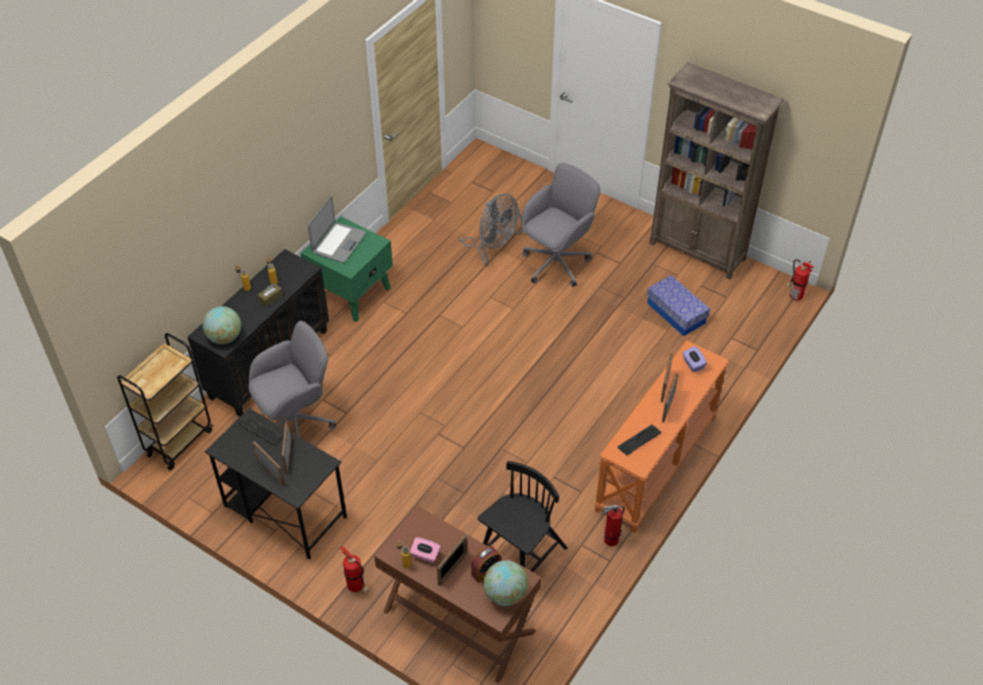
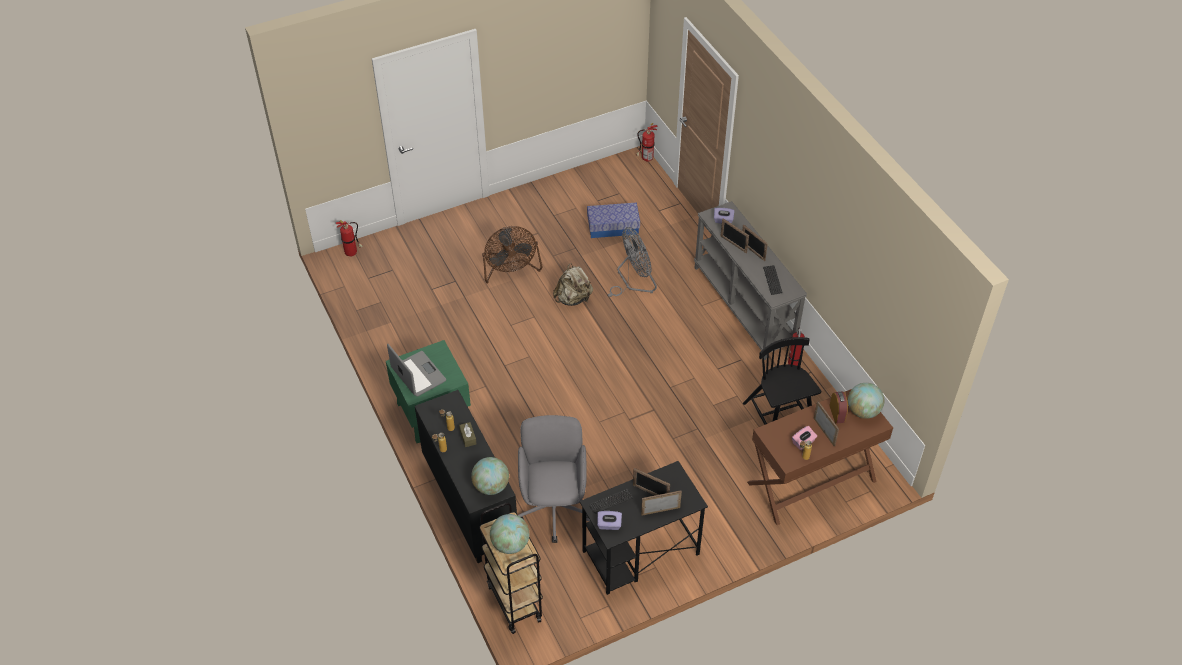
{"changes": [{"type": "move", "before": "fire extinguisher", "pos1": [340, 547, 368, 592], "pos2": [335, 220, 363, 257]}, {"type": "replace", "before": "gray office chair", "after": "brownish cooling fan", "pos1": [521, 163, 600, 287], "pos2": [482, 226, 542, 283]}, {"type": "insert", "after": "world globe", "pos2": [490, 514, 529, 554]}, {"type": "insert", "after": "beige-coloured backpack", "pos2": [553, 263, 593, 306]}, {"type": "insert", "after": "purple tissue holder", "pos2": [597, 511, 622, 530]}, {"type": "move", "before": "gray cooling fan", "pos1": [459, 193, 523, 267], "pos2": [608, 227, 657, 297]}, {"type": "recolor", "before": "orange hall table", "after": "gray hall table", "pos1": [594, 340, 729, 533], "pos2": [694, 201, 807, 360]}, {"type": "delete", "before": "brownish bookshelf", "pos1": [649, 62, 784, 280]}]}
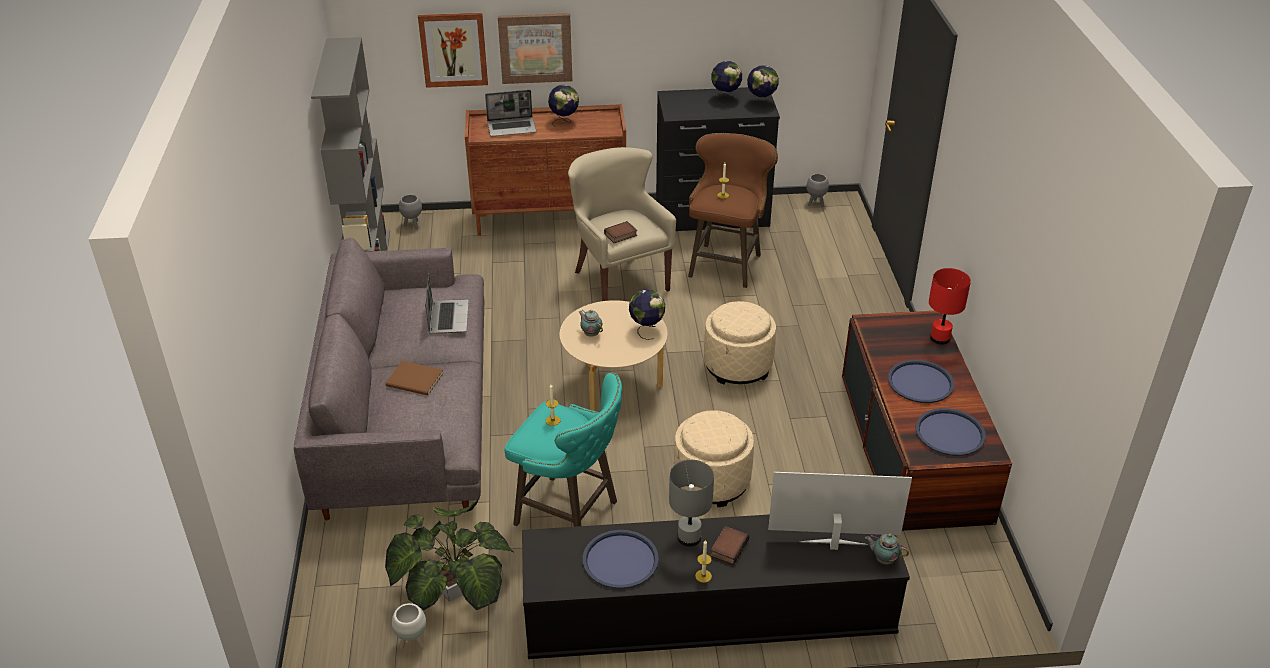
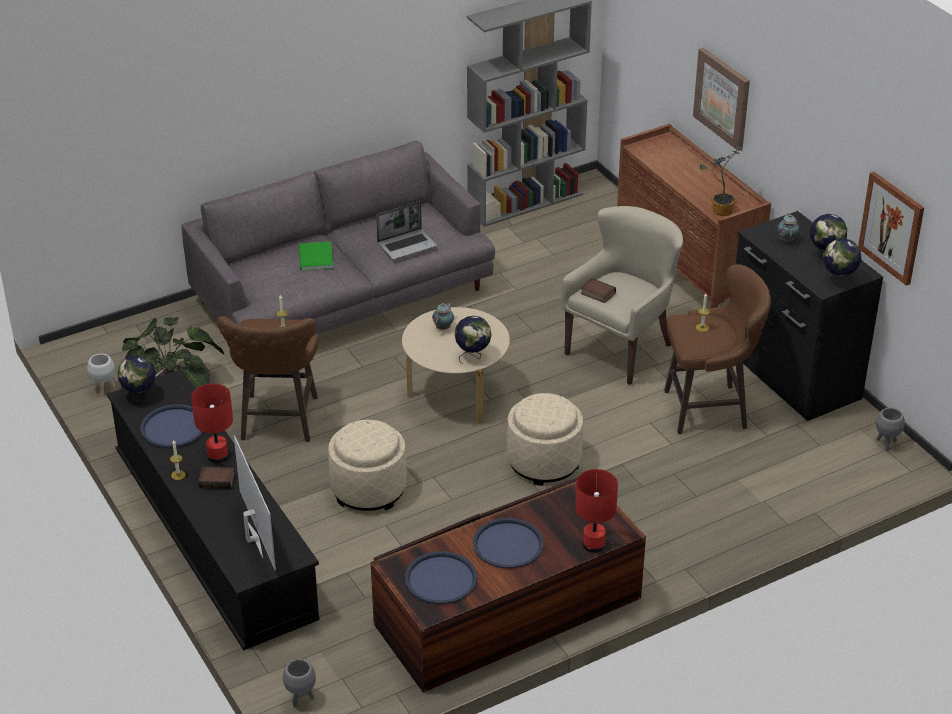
{"changes": [{"type": "move", "before": "world globe", "pos1": [548, 85, 579, 126], "pos2": [117, 355, 156, 401]}, {"type": "recolor", "before": "gray table lamp", "after": "red-coloured table lamp", "pos1": [669, 460, 714, 547], "pos2": [191, 384, 233, 463]}, {"type": "recolor", "before": "blue-green stool seat", "after": "brownish stool seat", "pos1": [505, 372, 622, 527], "pos2": [217, 316, 318, 442]}, {"type": "move", "before": "gray plant pot", "pos1": [399, 194, 422, 229], "pos2": [283, 659, 316, 708]}, {"type": "recolor", "before": "brownish volume", "after": "green volume", "pos1": [385, 361, 444, 395], "pos2": [299, 242, 333, 271]}, {"type": "insert", "after": "houseplant", "pos2": [700, 146, 743, 216]}, {"type": "move", "before": "pot for tea", "pos1": [865, 533, 909, 564], "pos2": [777, 213, 799, 242]}, {"type": "move", "before": "wall art", "pos1": [418, 13, 488, 88], "pos2": [858, 172, 924, 286]}, {"type": "delete", "before": "portable computer", "pos1": [485, 90, 536, 136]}]}
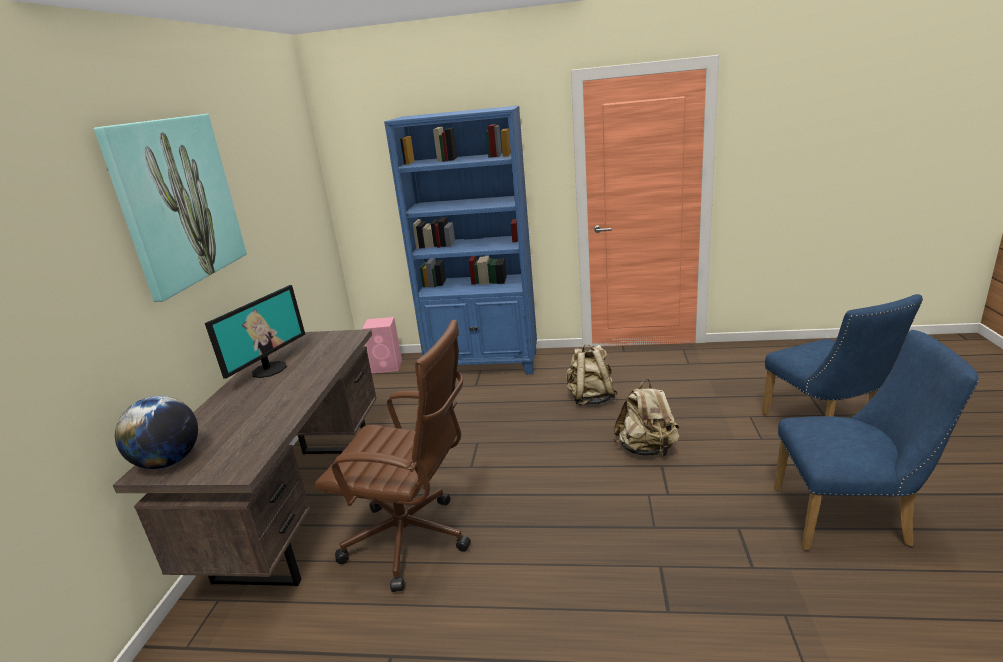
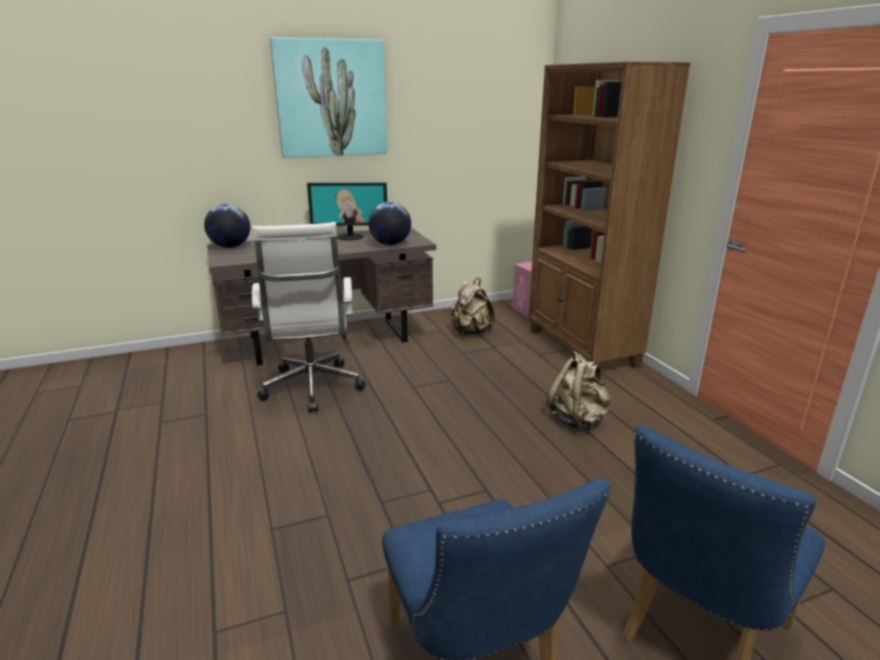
{"changes": [{"type": "recolor", "before": "brownish office chair", "after": "white office chair", "pos1": [315, 320, 471, 592], "pos2": [252, 222, 366, 413]}, {"type": "insert", "after": "world globe", "pos2": [368, 202, 411, 245]}, {"type": "move", "before": "beige-coloured backpack", "pos1": [614, 379, 679, 457], "pos2": [450, 278, 495, 335]}, {"type": "recolor", "before": "blue-coloured bookshelf", "after": "brownish bookshelf", "pos1": [384, 106, 537, 374], "pos2": [529, 62, 691, 369]}]}
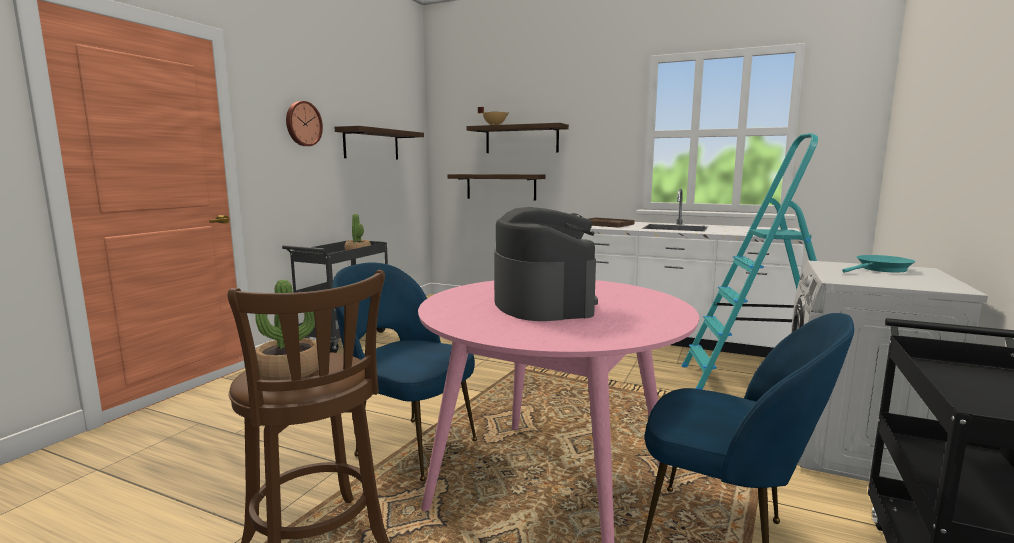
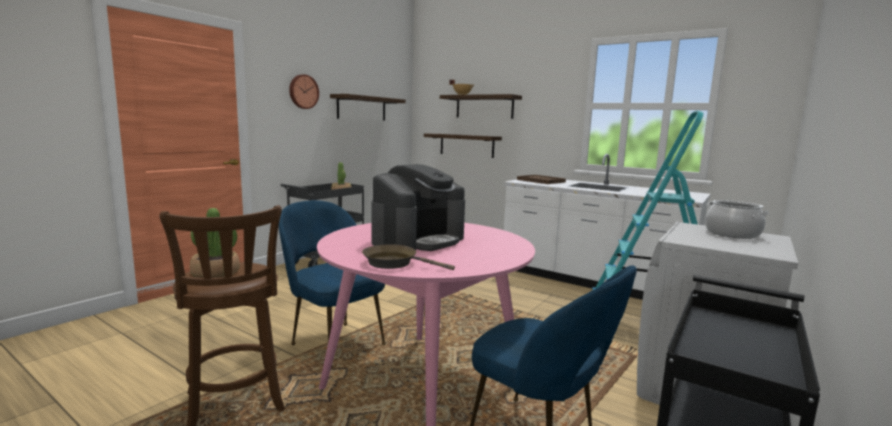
{"changes": [{"type": "insert", "after": "brownish pan", "pos2": [362, 244, 455, 270]}, {"type": "rotate", "before": "coffee brewer", "pos1": [494, 207, 598, 321], "pos2": [371, 164, 465, 251], "turn": 45}, {"type": "replace", "before": "blue-green pan", "after": "saucepot", "pos1": [842, 255, 916, 273], "pos2": [705, 200, 769, 239]}]}
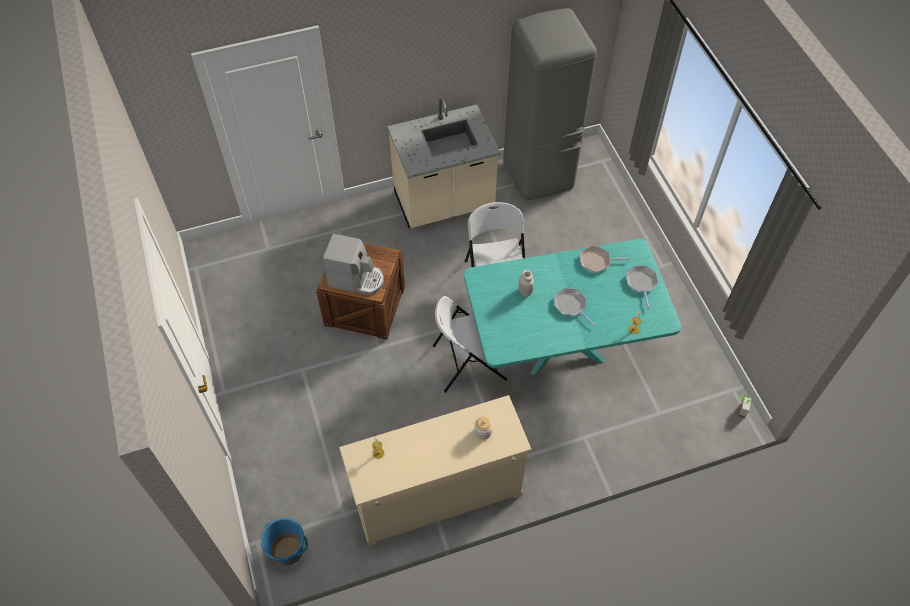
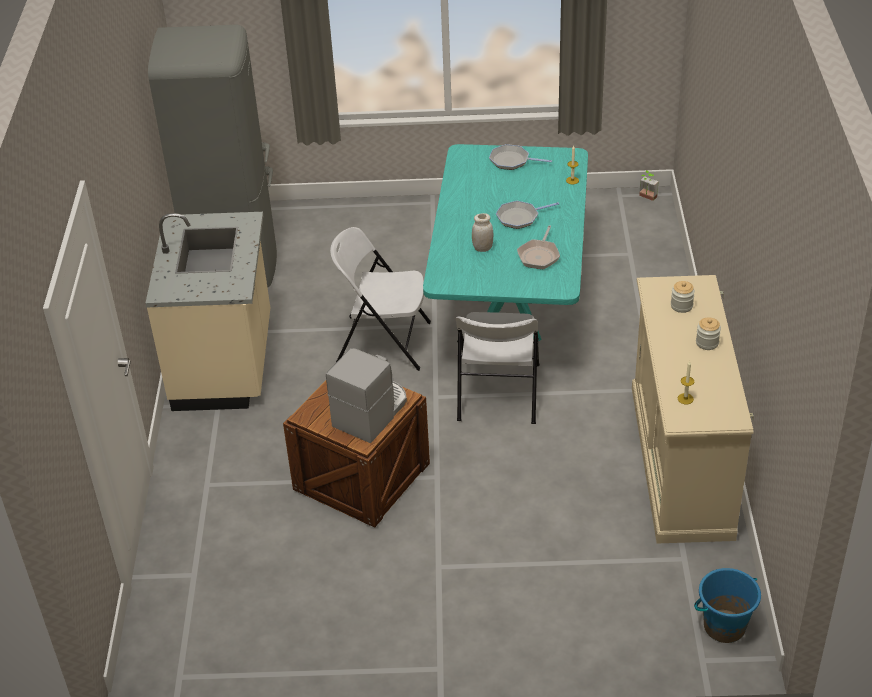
{"changes": [{"type": "move", "before": "pan", "pos1": [580, 245, 630, 273], "pos2": [517, 225, 560, 269]}, {"type": "insert", "after": "jar", "pos2": [696, 317, 721, 350]}]}
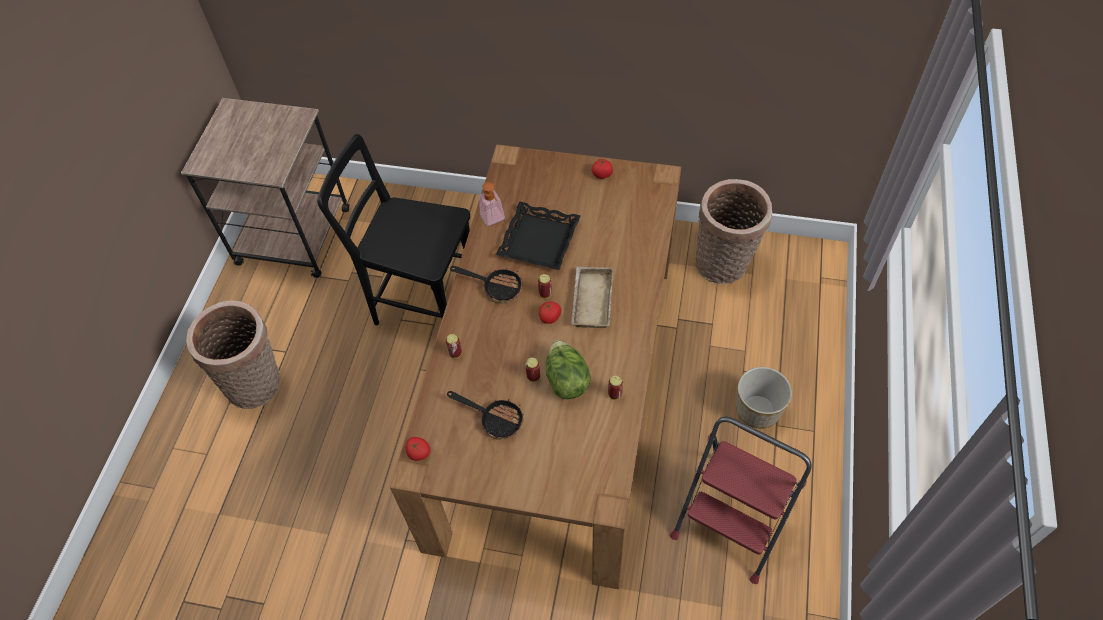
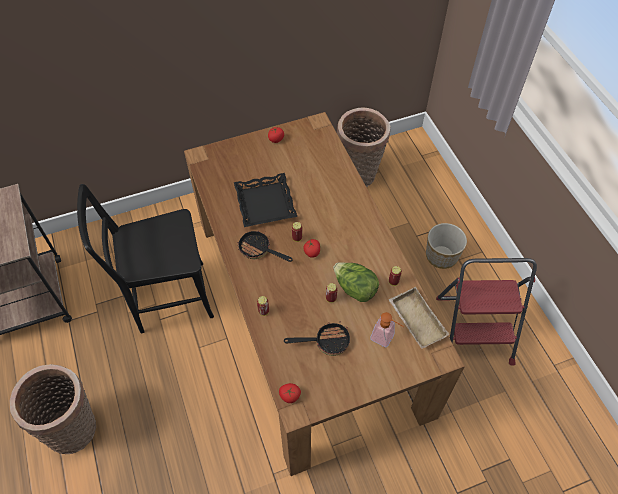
{"changes": [{"type": "rotate", "before": "pan", "pos1": [450, 266, 522, 303], "pos2": [237, 231, 293, 262], "turn": -135}, {"type": "move", "before": "soap bottle", "pos1": [479, 182, 505, 226], "pos2": [370, 312, 404, 347]}, {"type": "move", "before": "beige-coloured carrying tray", "pos1": [571, 267, 613, 328], "pos2": [389, 287, 450, 349]}]}
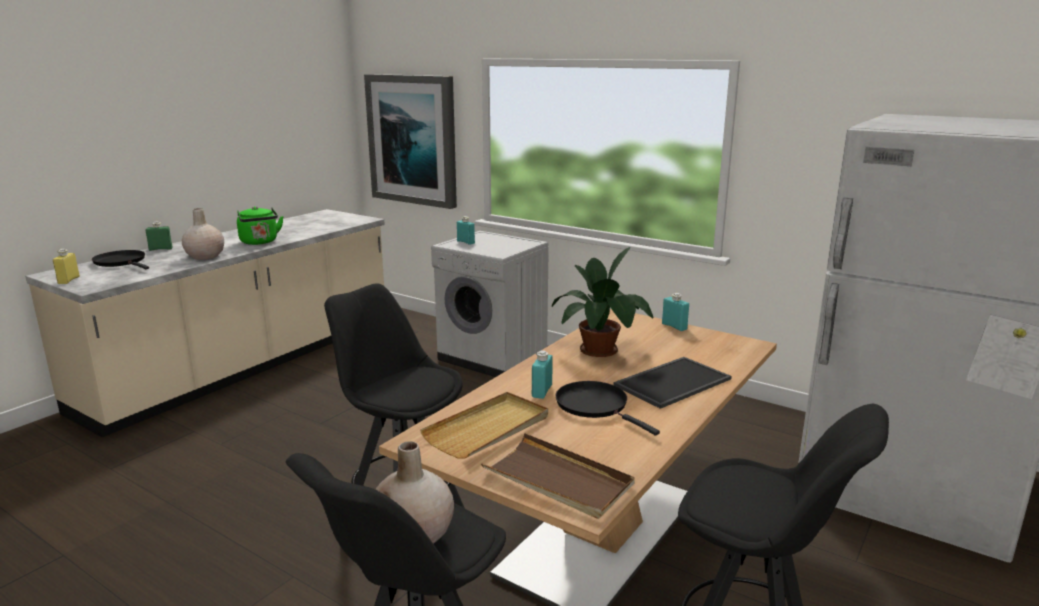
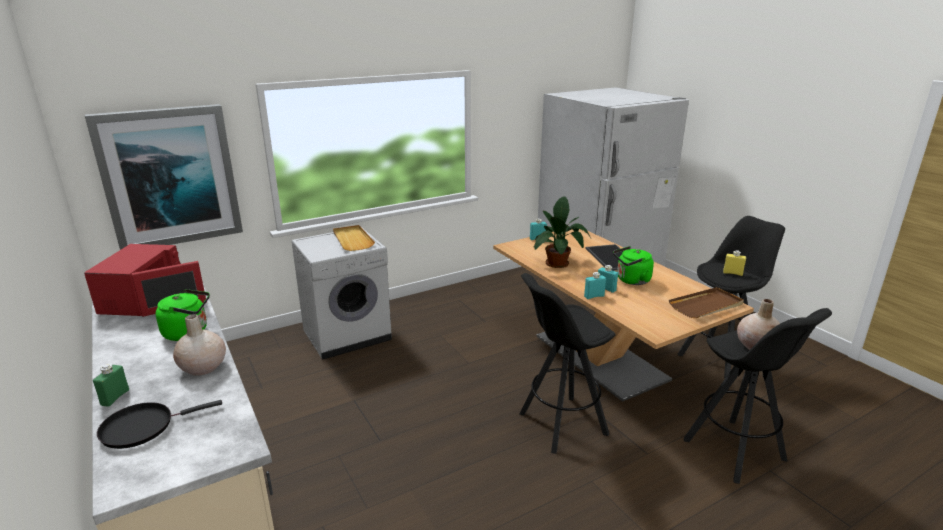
{"changes": [{"type": "insert", "after": "red-coloured kitchen microwave", "pos2": [84, 244, 207, 317]}, {"type": "move", "before": "beige-coloured carrying tray", "pos1": [420, 392, 548, 459], "pos2": [333, 225, 375, 251]}, {"type": "move", "before": "blue-green bottle", "pos1": [457, 216, 475, 245], "pos2": [584, 272, 606, 299]}, {"type": "replace", "before": "blackish pan", "after": "green kettle", "pos1": [555, 381, 660, 436], "pos2": [613, 246, 654, 285]}, {"type": "move", "before": "yellow bottle", "pos1": [53, 249, 80, 284], "pos2": [723, 250, 746, 276]}]}
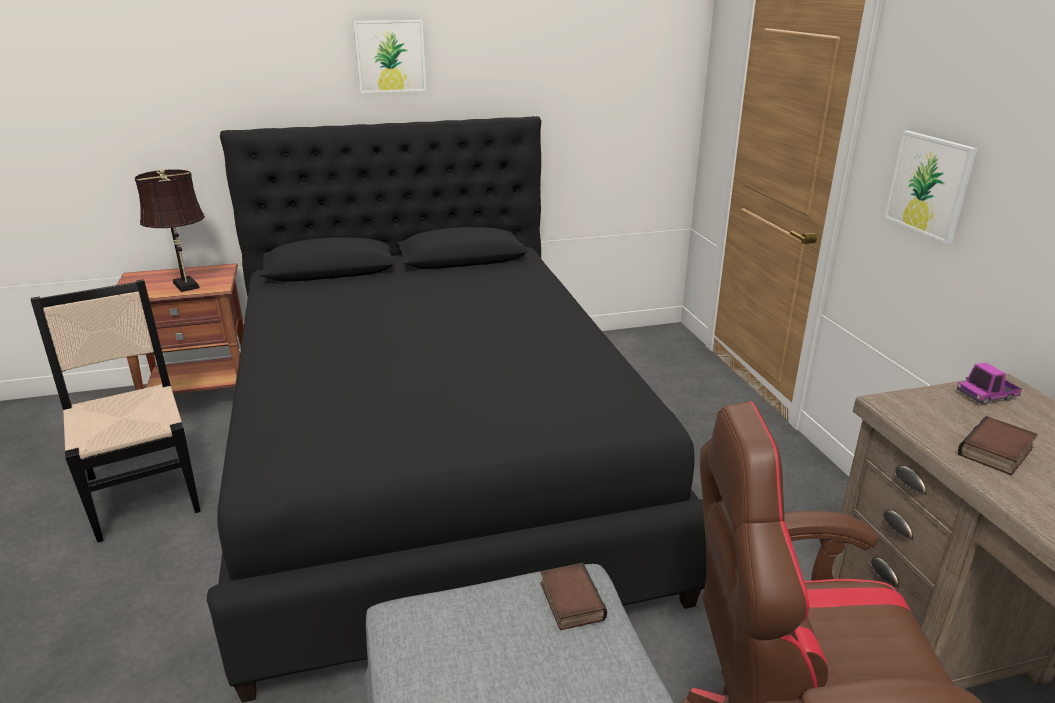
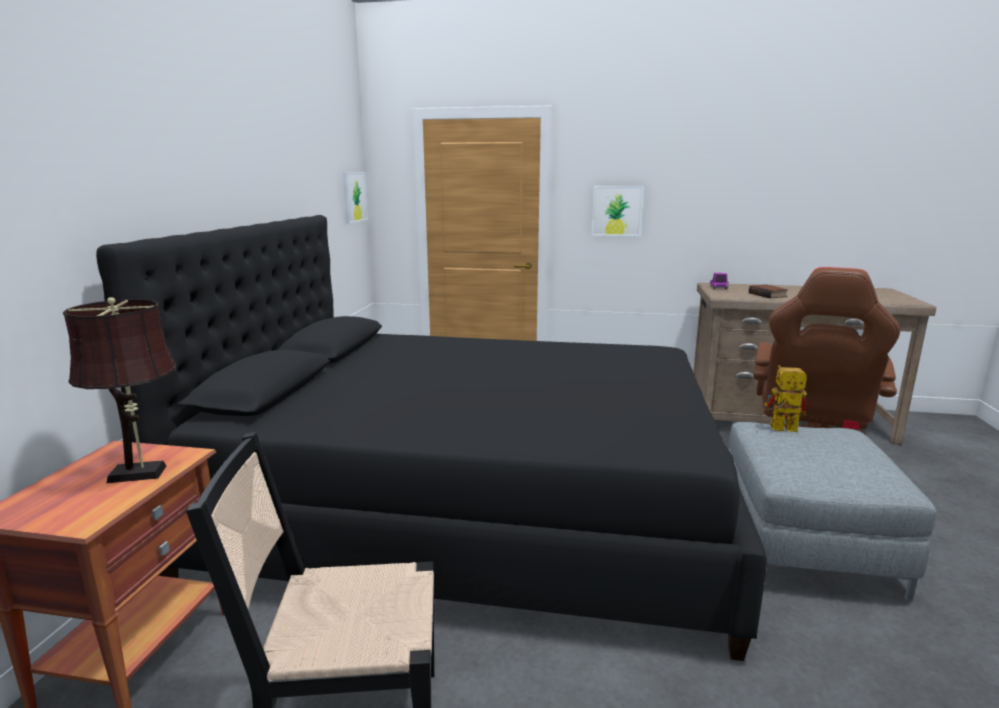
{"changes": [{"type": "move", "before": "wall art", "pos1": [353, 20, 427, 93], "pos2": [343, 172, 368, 223]}, {"type": "replace", "before": "volume", "after": "model robot", "pos1": [540, 563, 607, 630], "pos2": [762, 365, 807, 432]}]}
